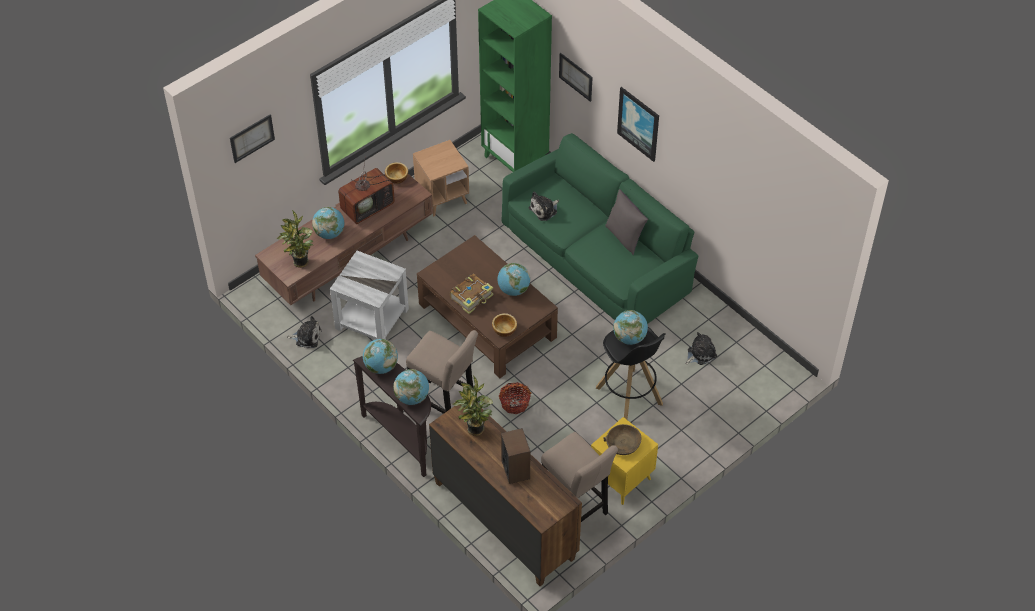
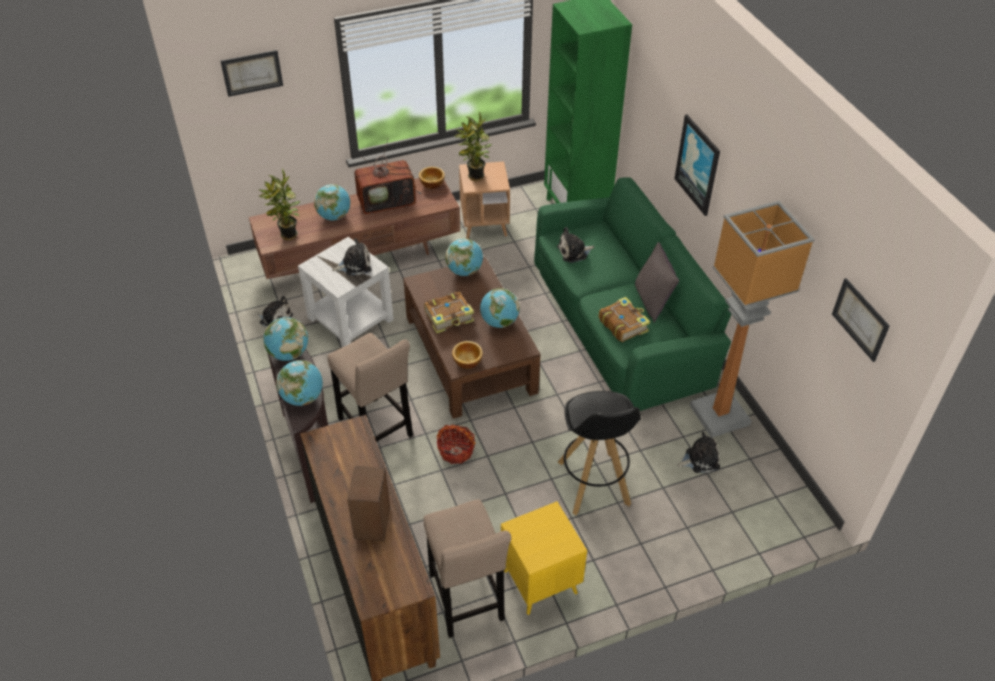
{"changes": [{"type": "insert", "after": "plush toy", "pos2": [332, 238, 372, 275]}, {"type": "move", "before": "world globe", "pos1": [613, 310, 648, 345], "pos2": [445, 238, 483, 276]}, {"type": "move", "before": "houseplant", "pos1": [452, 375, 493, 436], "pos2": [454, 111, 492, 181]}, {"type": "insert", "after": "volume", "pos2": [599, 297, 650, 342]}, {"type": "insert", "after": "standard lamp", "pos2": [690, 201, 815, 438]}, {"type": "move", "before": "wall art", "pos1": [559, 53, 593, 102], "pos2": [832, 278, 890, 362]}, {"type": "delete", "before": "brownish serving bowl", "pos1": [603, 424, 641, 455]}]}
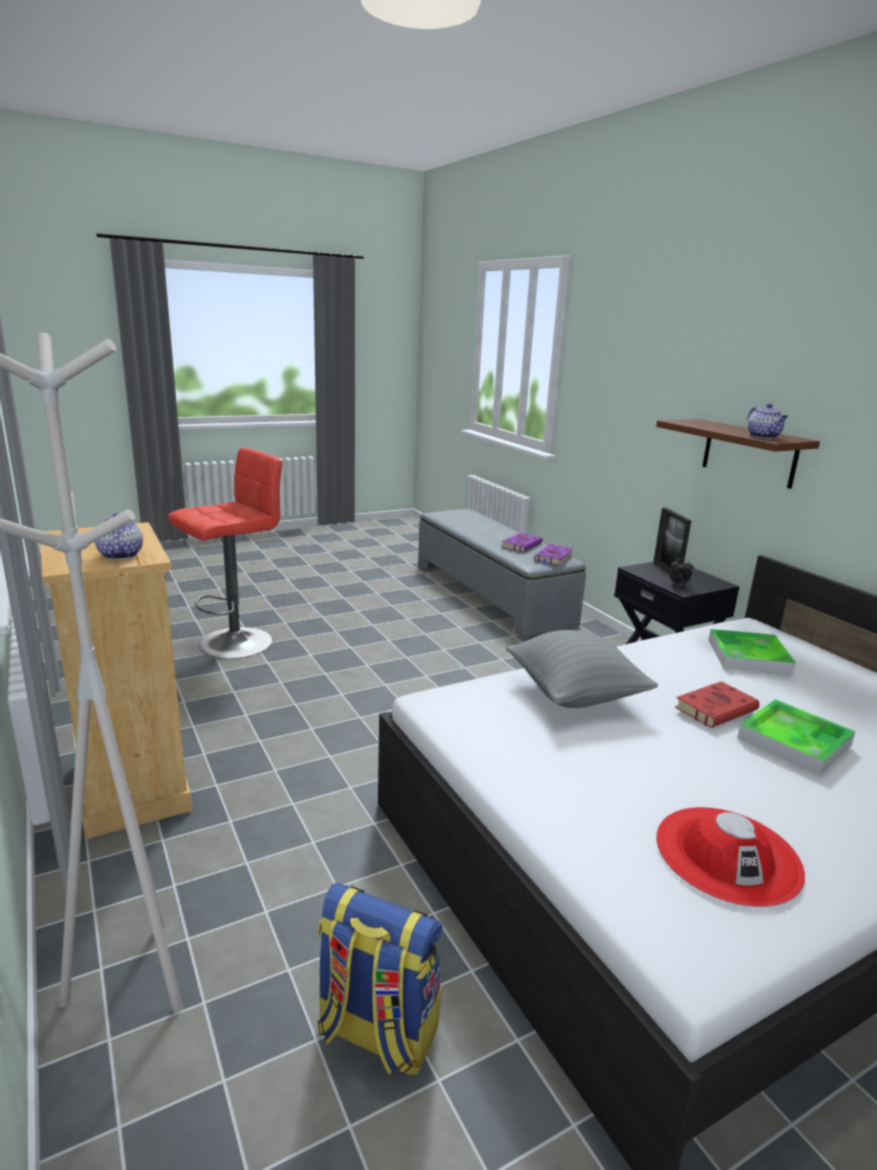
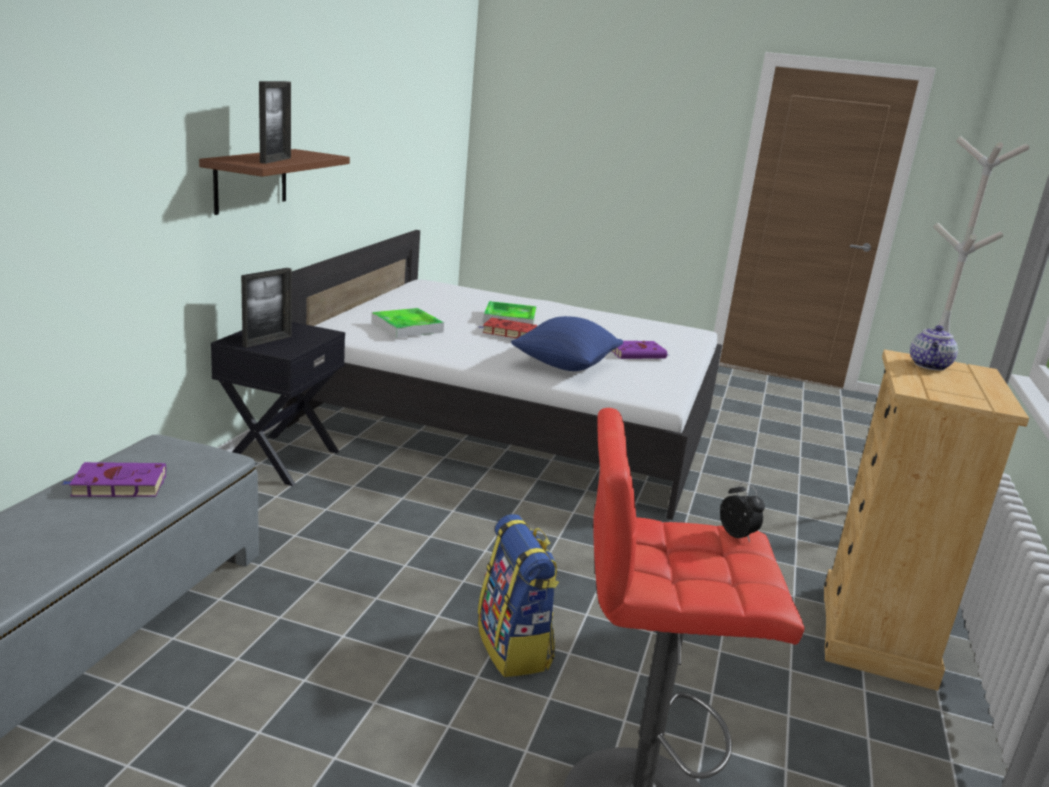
{"changes": [{"type": "insert", "after": "picture frame", "pos2": [259, 81, 291, 164]}, {"type": "move", "before": "backpack", "pos1": [318, 883, 442, 1075], "pos2": [478, 514, 559, 677]}, {"type": "recolor", "before": "gray cushion", "after": "blue-coloured cushion", "pos1": [506, 630, 658, 708], "pos2": [511, 316, 623, 371]}, {"type": "move", "before": "purple volume", "pos1": [534, 544, 573, 566], "pos2": [612, 341, 670, 359]}, {"type": "move", "before": "alarm clock", "pos1": [669, 558, 694, 586], "pos2": [720, 482, 765, 542]}, {"type": "delete", "before": "red-coloured hat", "pos1": [656, 807, 805, 907]}, {"type": "delete", "before": "pot for tea", "pos1": [748, 404, 788, 439]}]}
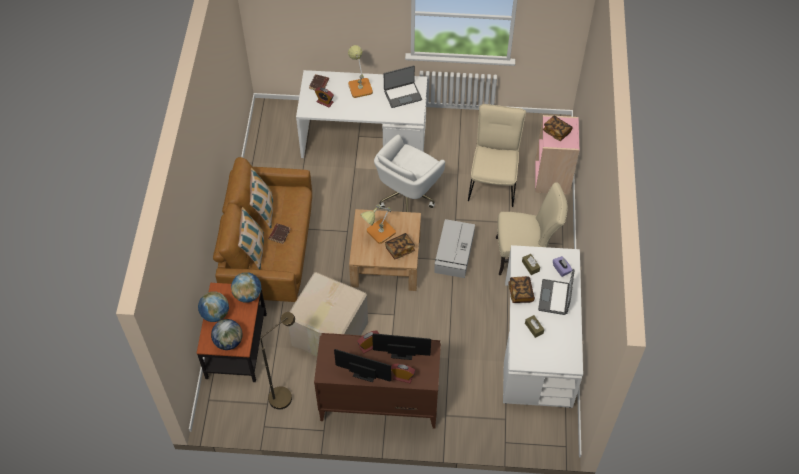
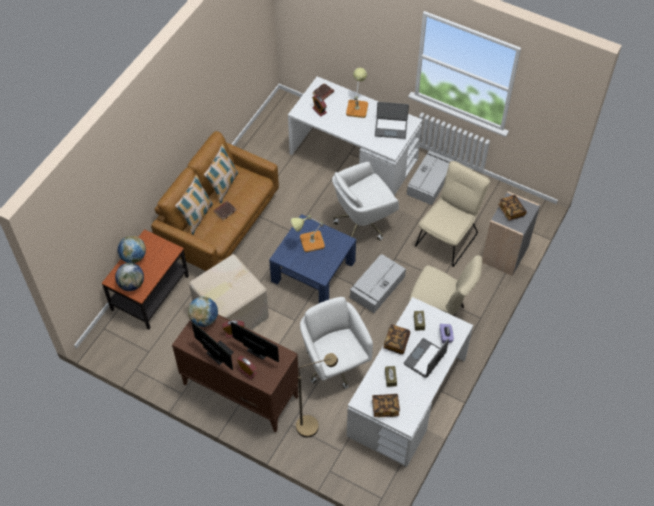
{"changes": [{"type": "move", "before": "world globe", "pos1": [231, 272, 262, 303], "pos2": [188, 297, 218, 327]}, {"type": "recolor", "before": "brownish lounge table", "after": "blue-coloured lounge table", "pos1": [349, 209, 421, 291], "pos2": [269, 214, 356, 303]}, {"type": "move", "before": "brownish standard lamp", "pos1": [261, 312, 295, 409], "pos2": [296, 353, 338, 437]}, {"type": "insert", "after": "white office chair", "pos2": [300, 297, 373, 389]}, {"type": "move", "before": "volume", "pos1": [385, 233, 415, 259], "pos2": [372, 394, 400, 417]}, {"type": "insert", "after": "gray storage container", "pos2": [407, 150, 455, 205]}, {"type": "recolor", "before": "pinkish bookshelf", "after": "gray bookshelf", "pos1": [535, 115, 579, 195], "pos2": [482, 191, 540, 276]}]}
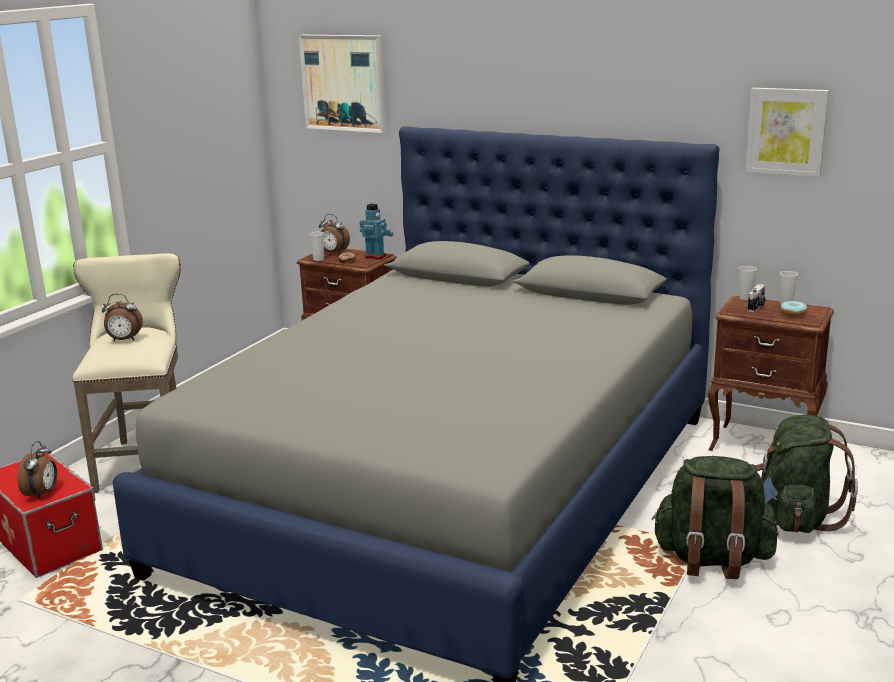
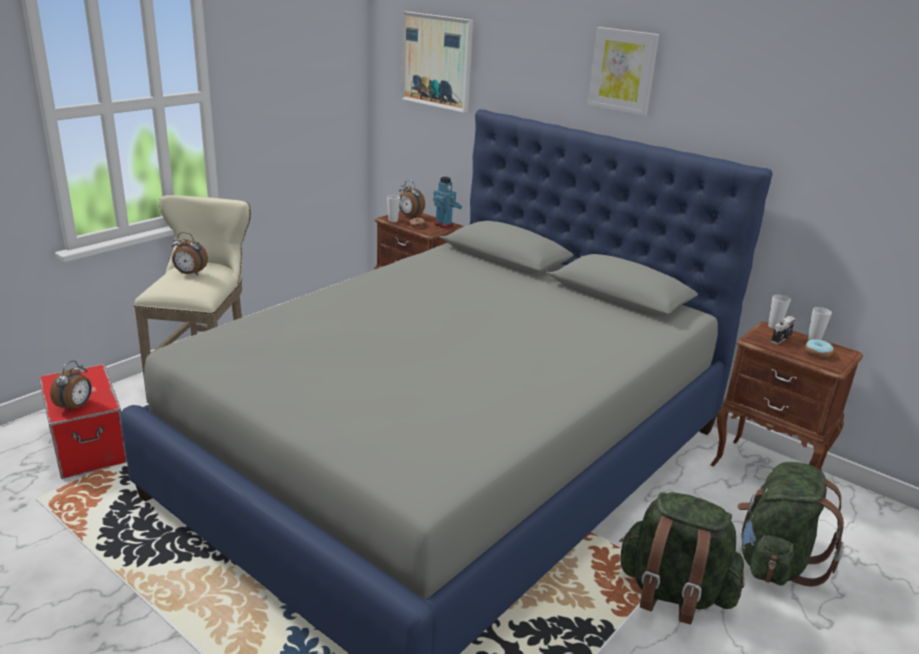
{"changes": [{"type": "move", "before": "wall art", "pos1": [745, 88, 829, 177], "pos2": [588, 27, 659, 116]}]}
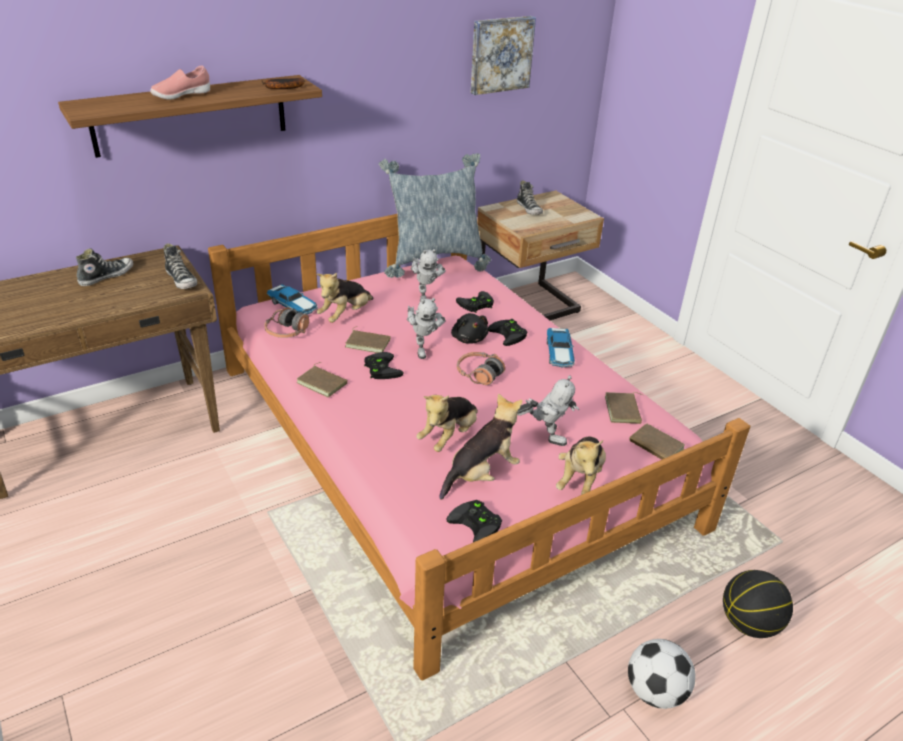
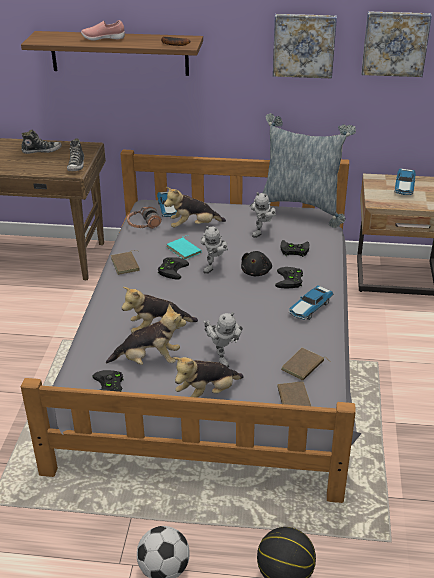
{"changes": [{"type": "recolor", "before": "pinkish bedroom bed", "after": "gray bedroom bed", "pos1": [208, 214, 750, 680], "pos2": [21, 150, 362, 503]}, {"type": "recolor", "before": "brownish volume", "after": "blue-green volume", "pos1": [345, 326, 391, 353], "pos2": [167, 236, 202, 260]}, {"type": "insert", "after": "wall art", "pos2": [273, 14, 337, 78]}, {"type": "replace", "before": "low shoe", "after": "model car", "pos1": [517, 180, 543, 215], "pos2": [394, 169, 416, 195]}, {"type": "delete", "before": "pair of headphones", "pos1": [457, 352, 505, 385]}]}
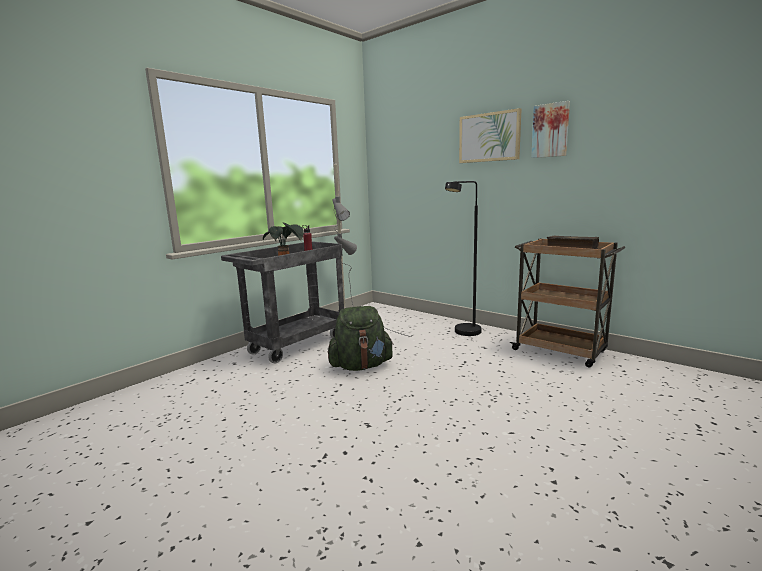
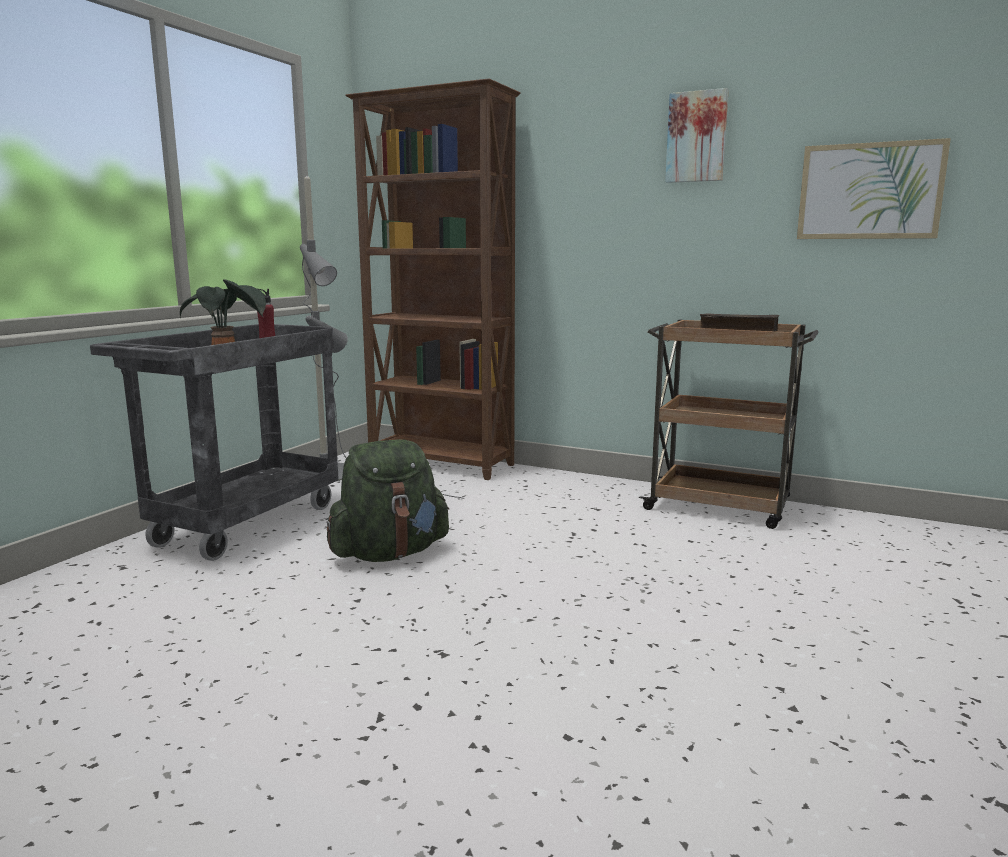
{"changes": [{"type": "insert", "after": "brownish bookshelf", "pos2": [345, 78, 521, 480]}, {"type": "move", "before": "wall art", "pos1": [459, 108, 521, 163], "pos2": [797, 138, 951, 239]}, {"type": "delete", "before": "blackish standard lamp", "pos1": [445, 181, 482, 336]}]}
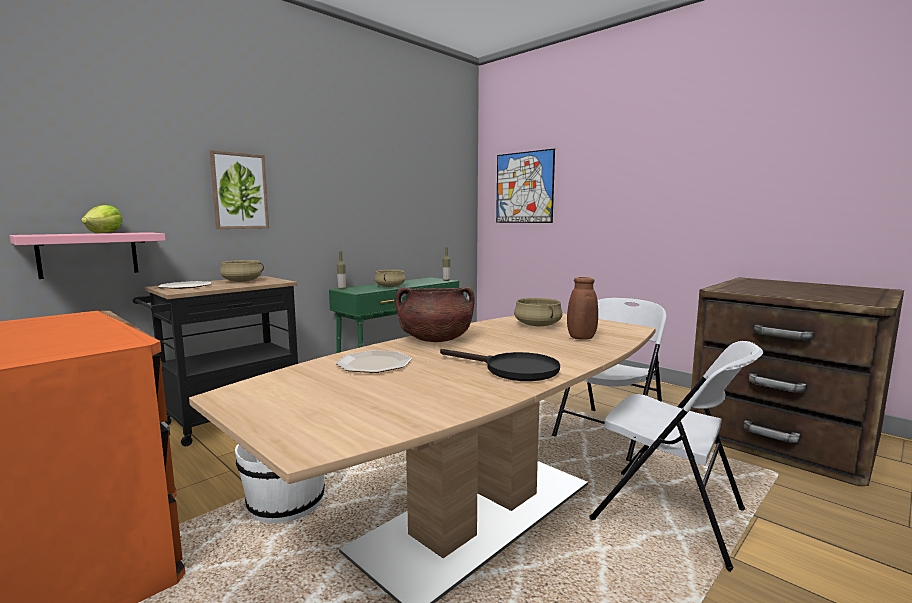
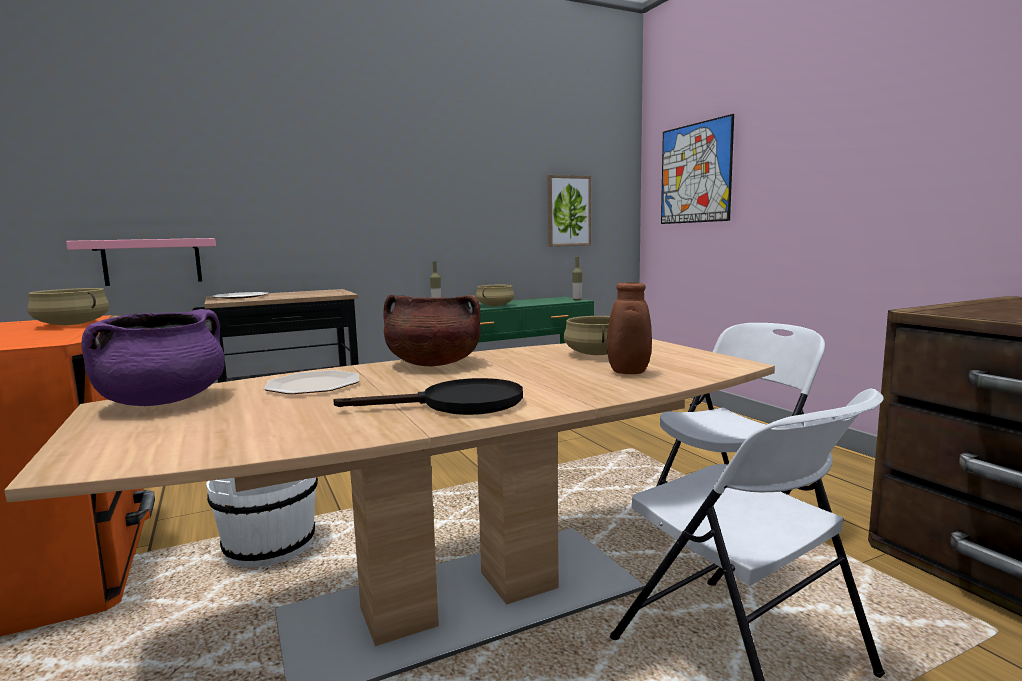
{"changes": [{"type": "move", "before": "beige-coloured saucepot", "pos1": [220, 260, 264, 282], "pos2": [27, 288, 110, 325]}, {"type": "insert", "after": "purple saucepot", "pos2": [82, 309, 225, 406]}, {"type": "rotate", "before": "blackish pan", "pos1": [440, 349, 560, 381], "pos2": [333, 378, 523, 415], "turn": -60}, {"type": "move", "before": "wall art", "pos1": [209, 150, 269, 229], "pos2": [548, 175, 591, 247]}, {"type": "delete", "before": "head of lettuce", "pos1": [81, 205, 123, 233]}]}
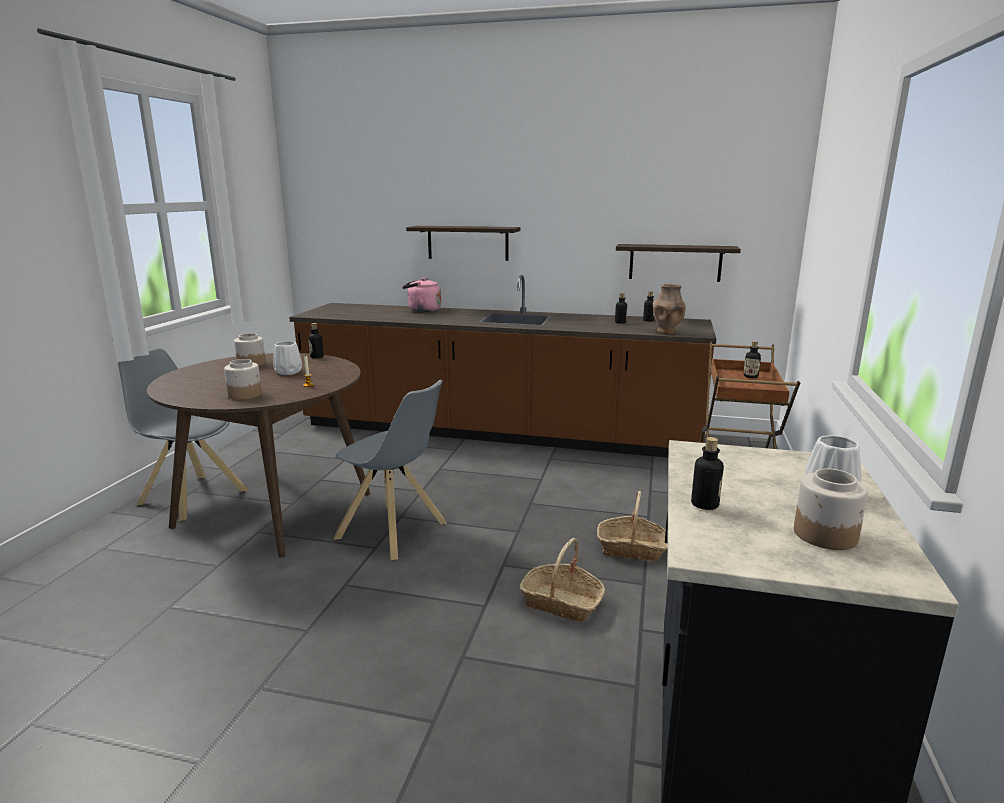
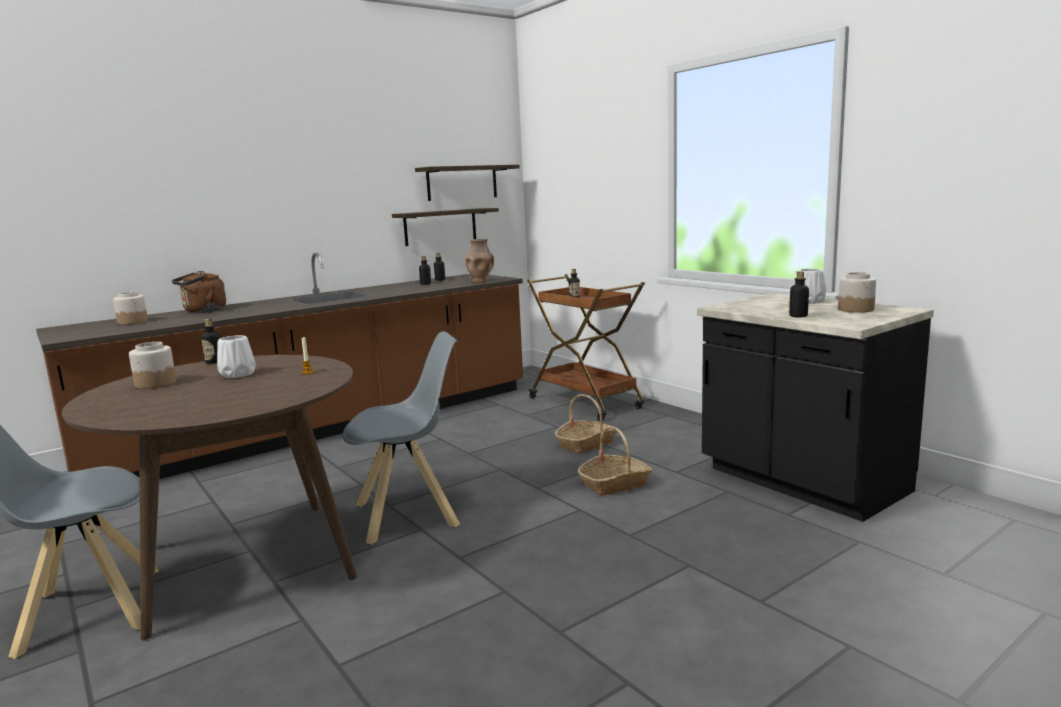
{"changes": [{"type": "move", "before": "jar", "pos1": [224, 359, 262, 400], "pos2": [113, 292, 148, 325]}, {"type": "recolor", "before": "pinkish kettle", "after": "brownish kettle", "pos1": [402, 278, 441, 312], "pos2": [172, 271, 226, 313]}, {"type": "move", "before": "bracket shelf", "pos1": [406, 226, 521, 261], "pos2": [415, 165, 520, 201]}]}
